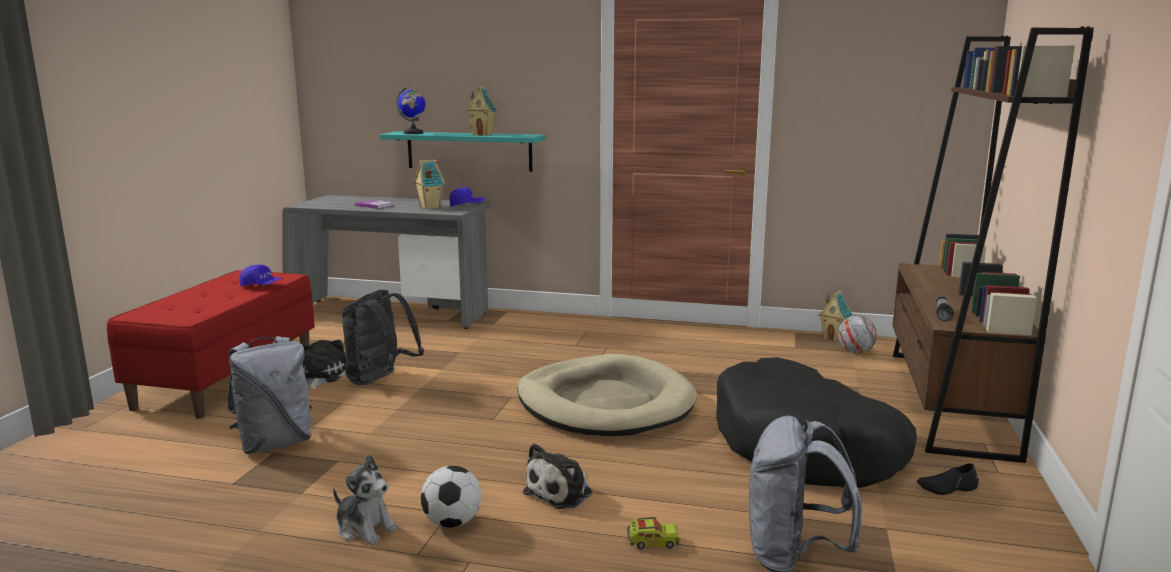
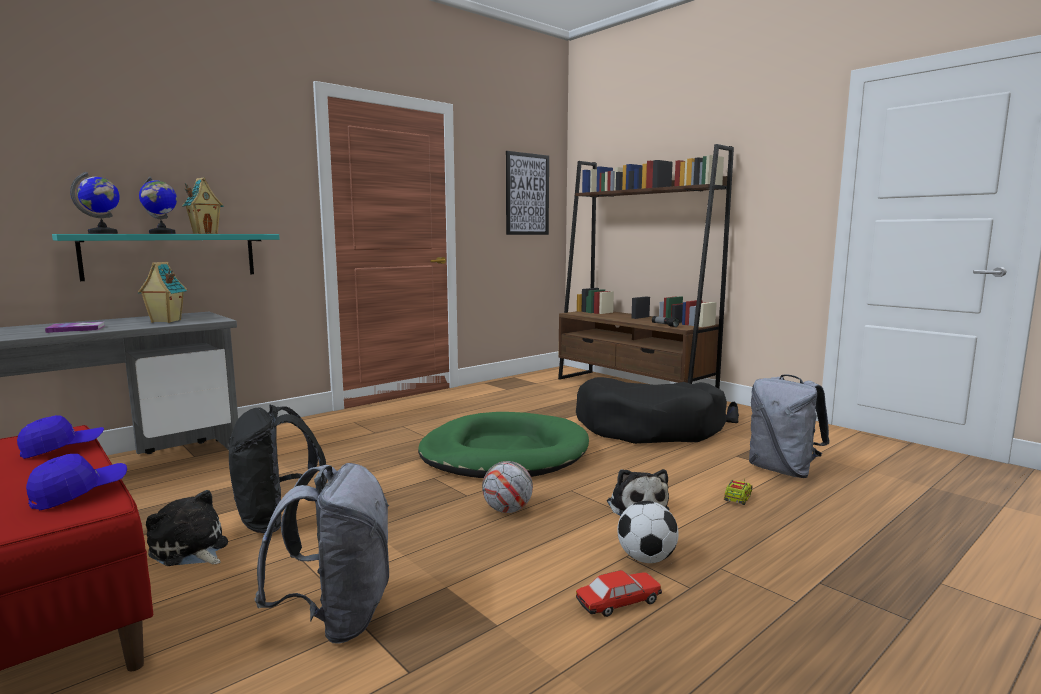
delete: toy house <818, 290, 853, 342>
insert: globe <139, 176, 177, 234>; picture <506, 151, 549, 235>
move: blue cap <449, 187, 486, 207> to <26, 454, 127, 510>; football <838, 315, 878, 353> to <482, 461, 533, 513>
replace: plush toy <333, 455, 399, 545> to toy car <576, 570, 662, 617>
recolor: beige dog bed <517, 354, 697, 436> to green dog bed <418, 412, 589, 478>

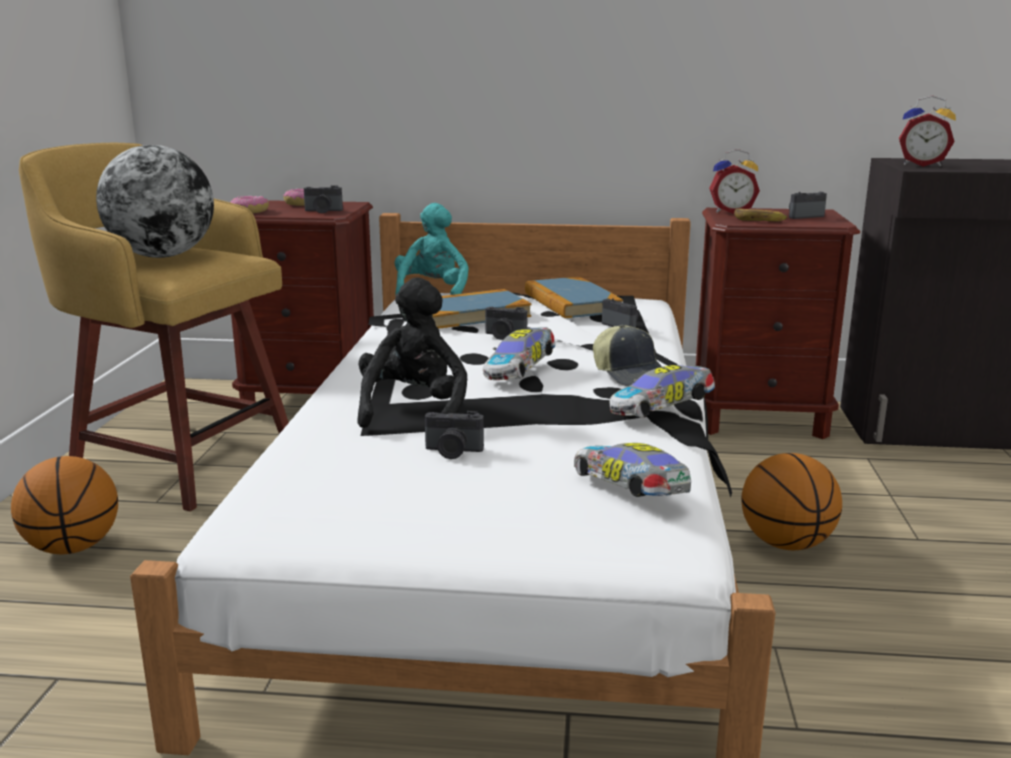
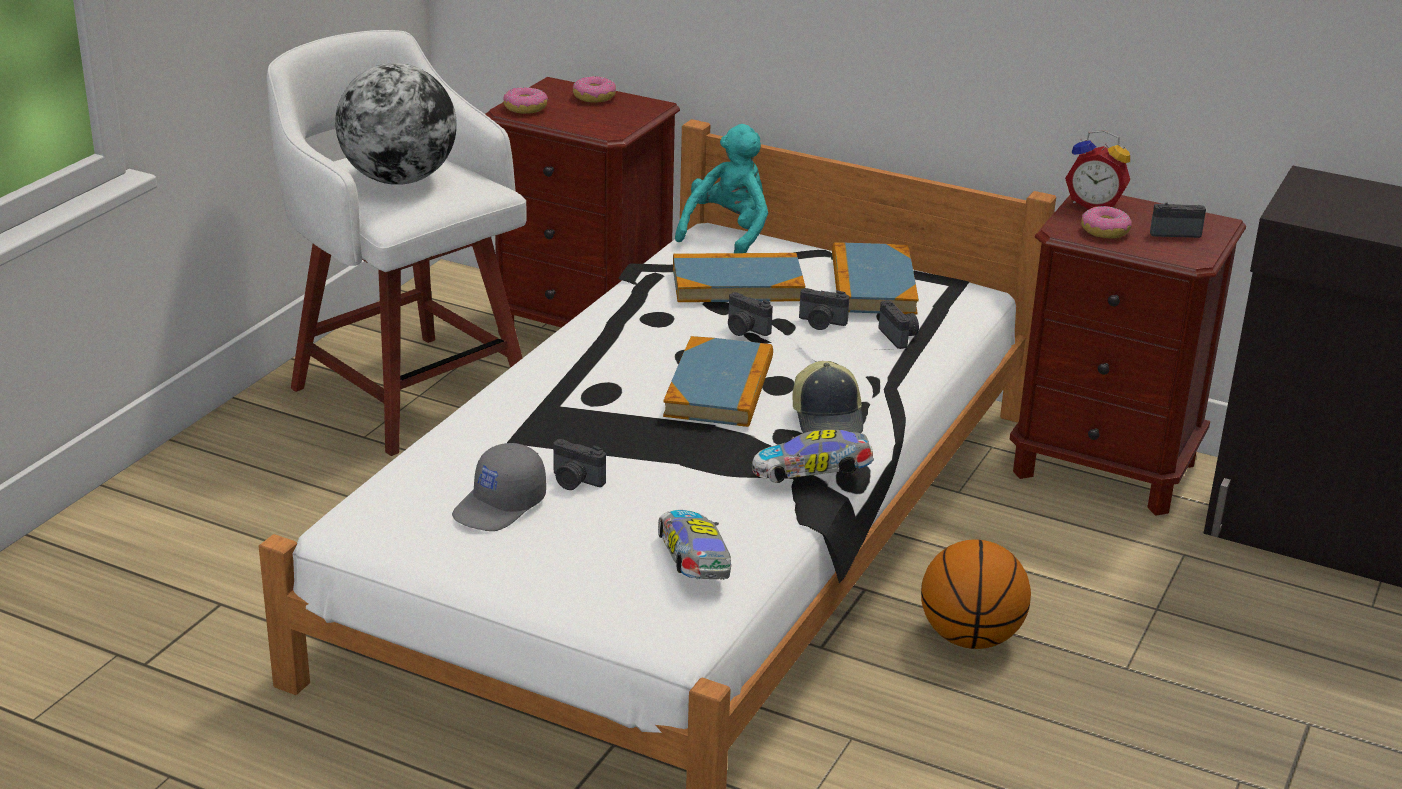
delete: basketball <11, 456, 118, 554>; black plush toy <358, 278, 467, 428>; alarm clock <899, 95, 956, 167>
insert: grey cap <452, 443, 546, 531>
move: photo camera <304, 185, 343, 213> to <799, 288, 850, 330>
replace: toy car <483, 328, 555, 380> to book <663, 336, 773, 427>; banana <734, 209, 787, 222> to donut <1081, 206, 1132, 238>
recolor: yellow stool <19, 143, 289, 511> to white stool <266, 30, 527, 456>

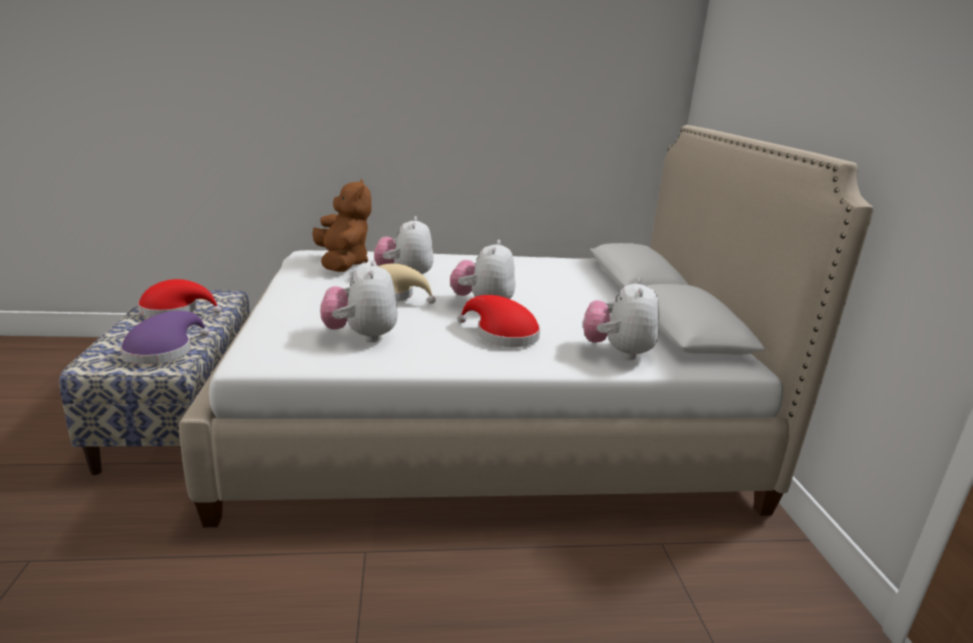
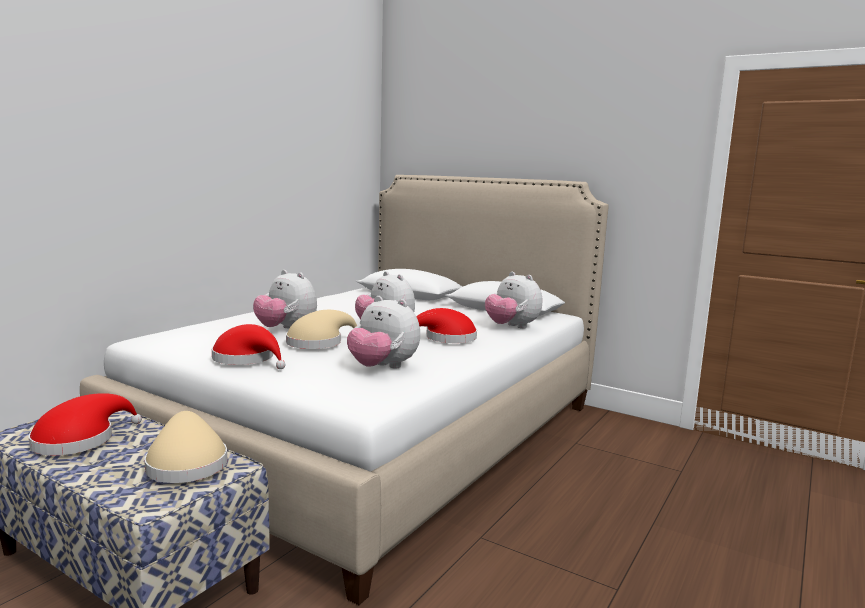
delete: brown plush toy <312, 179, 371, 272>
insert: red hat <212, 324, 286, 369>
recolor: purple hat <120, 311, 209, 365> to beige hat <144, 411, 227, 483>

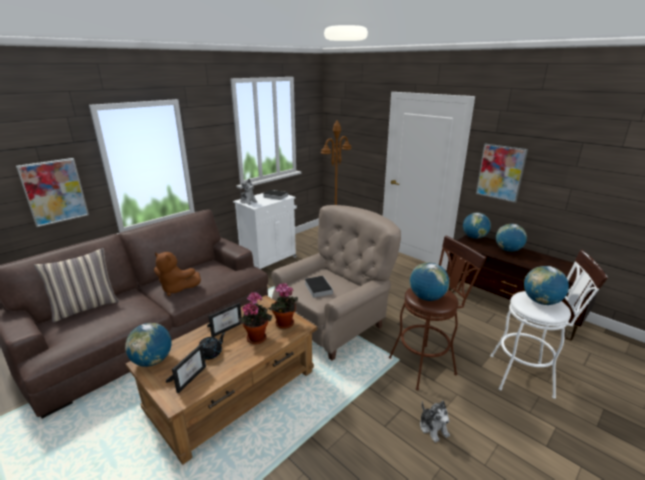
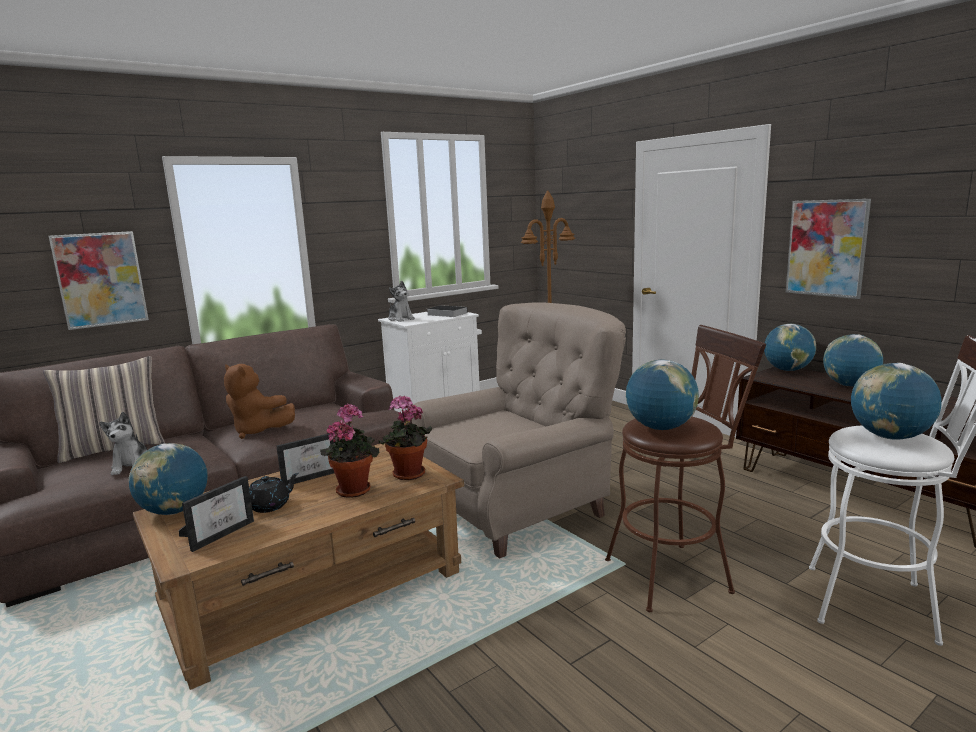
delete: book <305, 276, 333, 298>
move: plush toy <420, 401, 450, 443> to <99, 412, 147, 475>

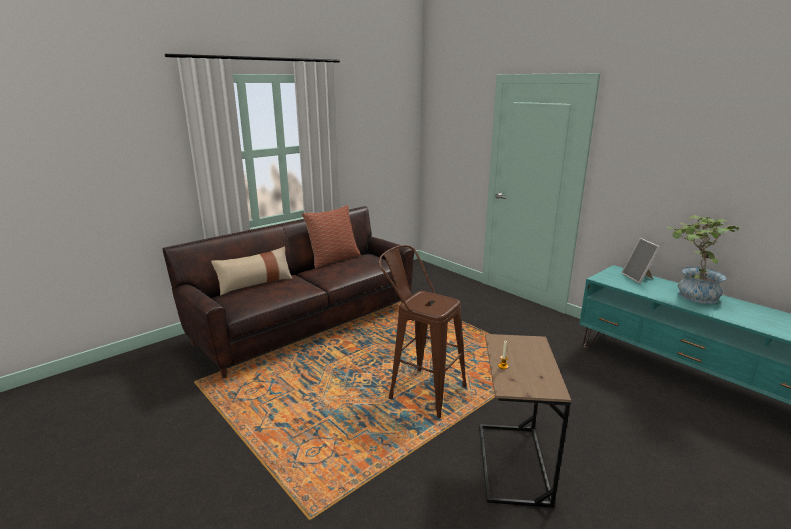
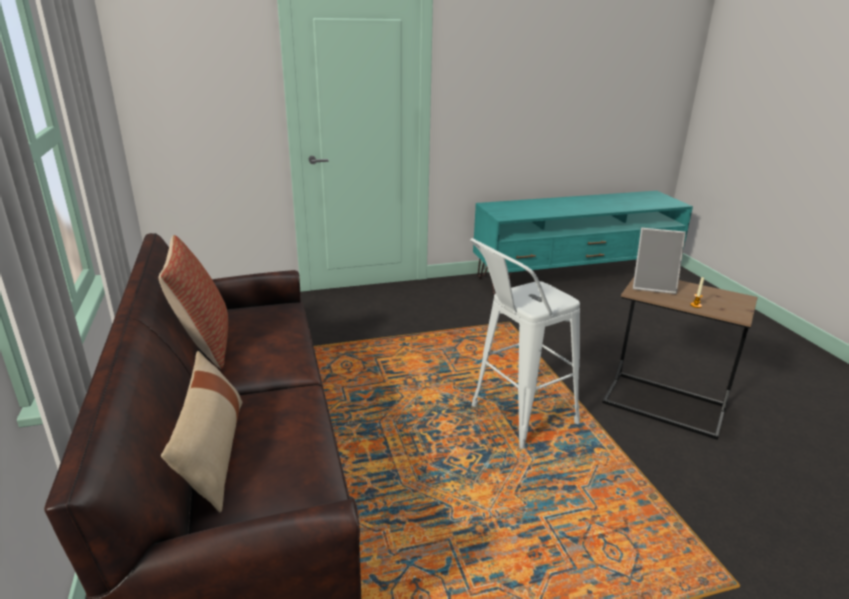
delete: potted plant <667, 215, 739, 304>
move: picture frame <621, 238, 660, 284> to <633, 228, 686, 294>
recolor: brown stool <378, 245, 467, 418> to white stool <470, 238, 580, 449>

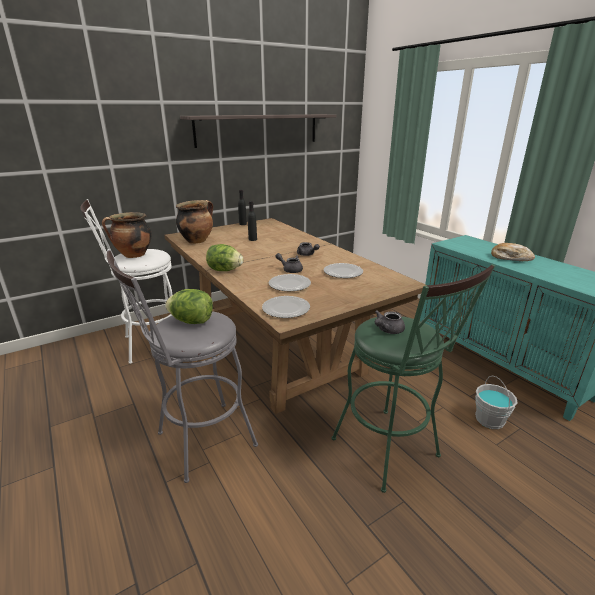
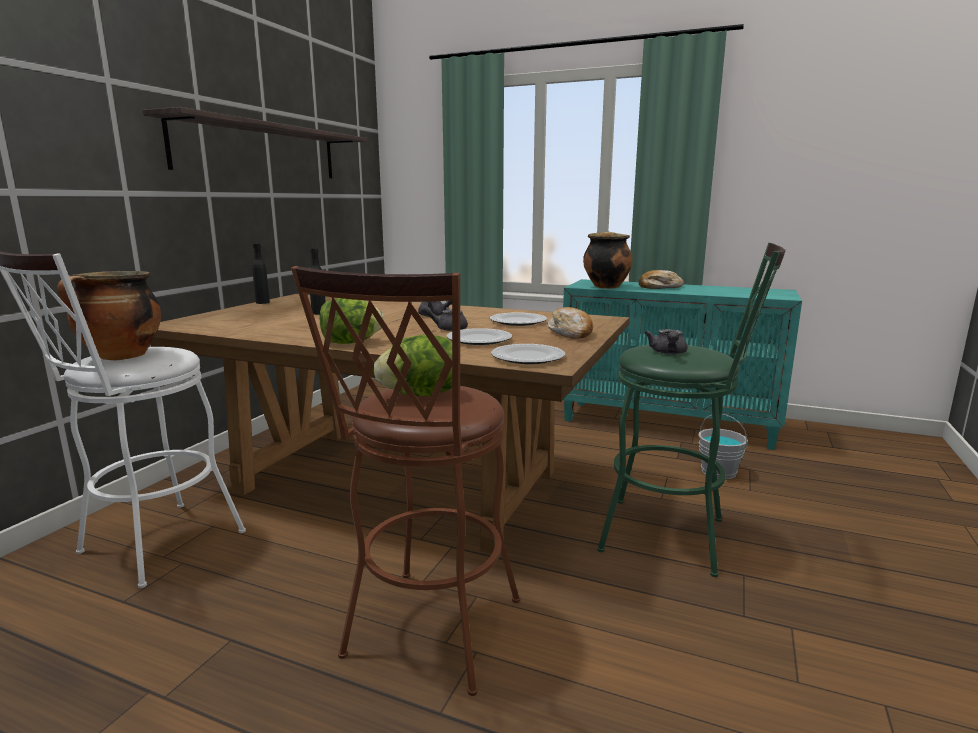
insert: bread <547, 307, 593, 339>
move: cooking pot <176, 200, 213, 244> to <583, 232, 632, 289>
recolor: grey stool <107, 250, 258, 483> to brown stool <291, 266, 520, 696>

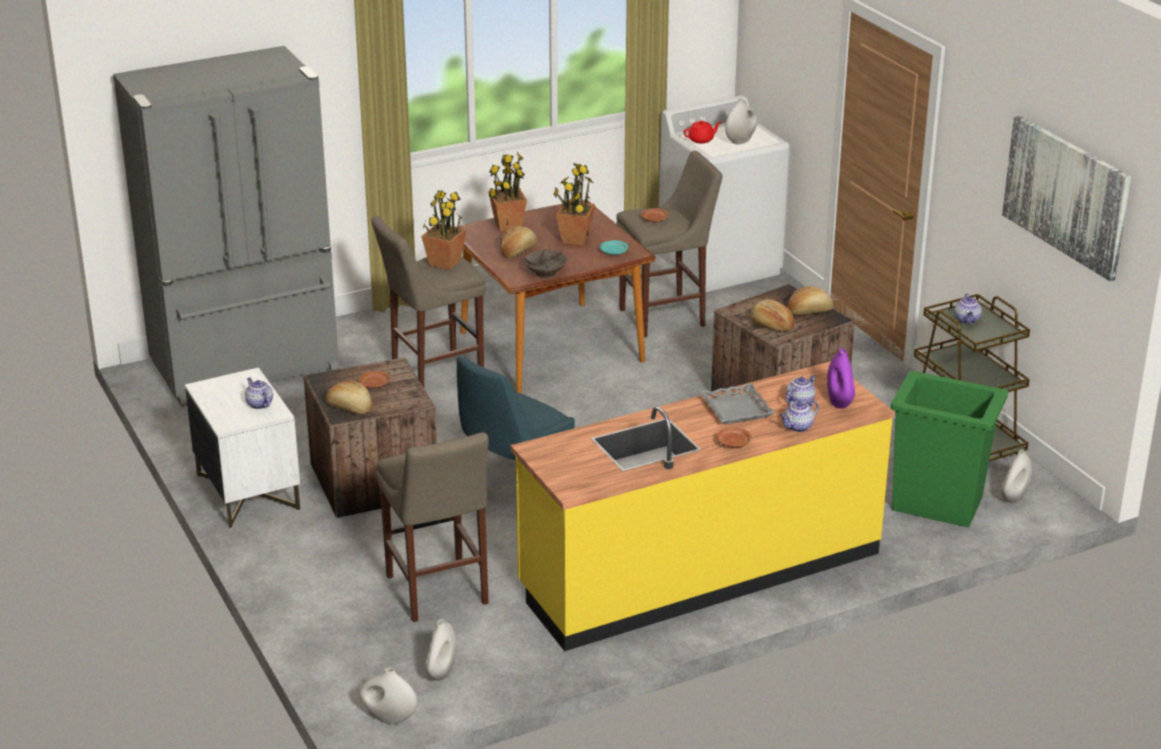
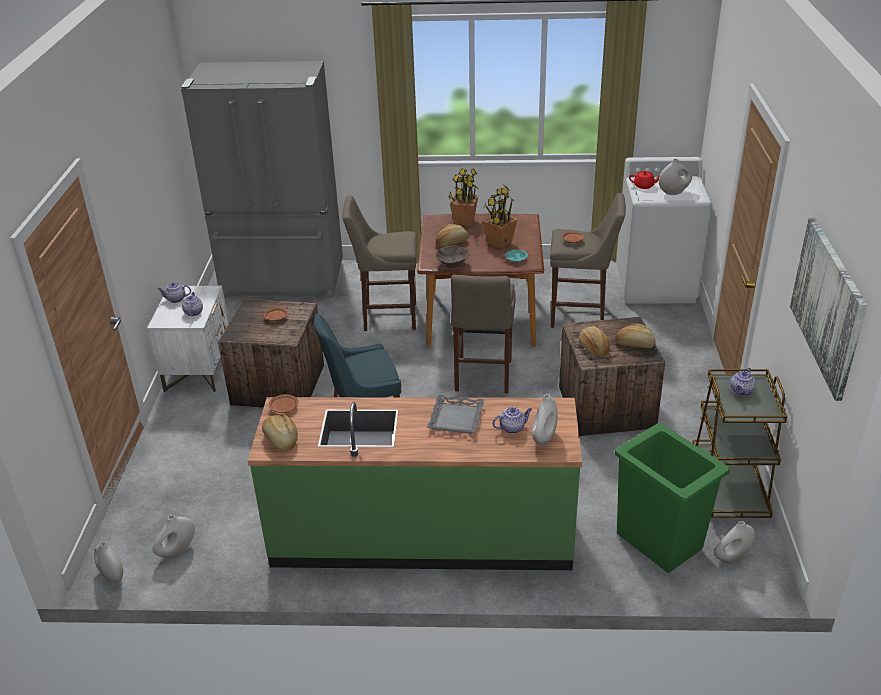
delete: potted plant <421, 190, 467, 270>
move: bread <325, 380, 372, 414> to <262, 414, 298, 451>; beige stool <376, 432, 489, 622> to <451, 274, 516, 394>; brown plate <716, 428, 751, 448> to <269, 394, 298, 413>; teapot <780, 401, 819, 432> to <158, 283, 191, 303>
recolor: yellow counter <511, 361, 895, 651> to green counter <248, 397, 582, 570>; purple vase <827, 348, 855, 409> to white vase <532, 394, 558, 445>

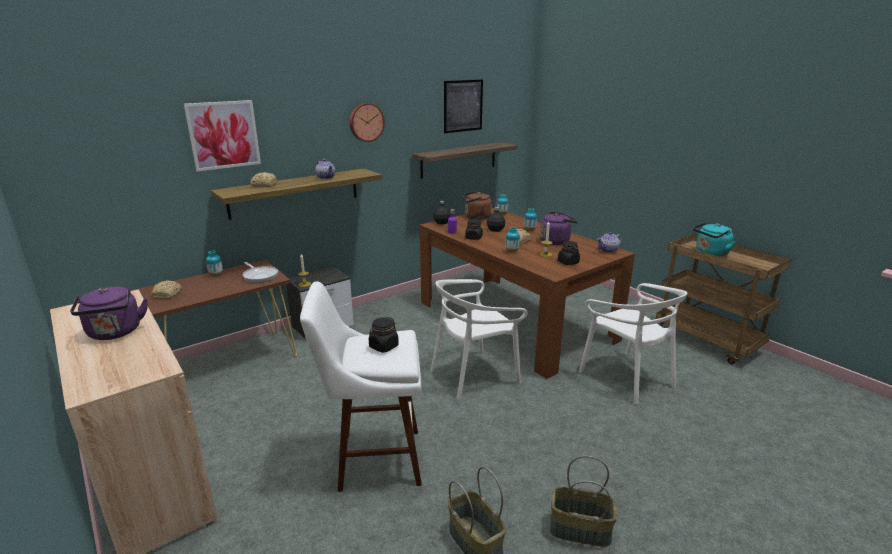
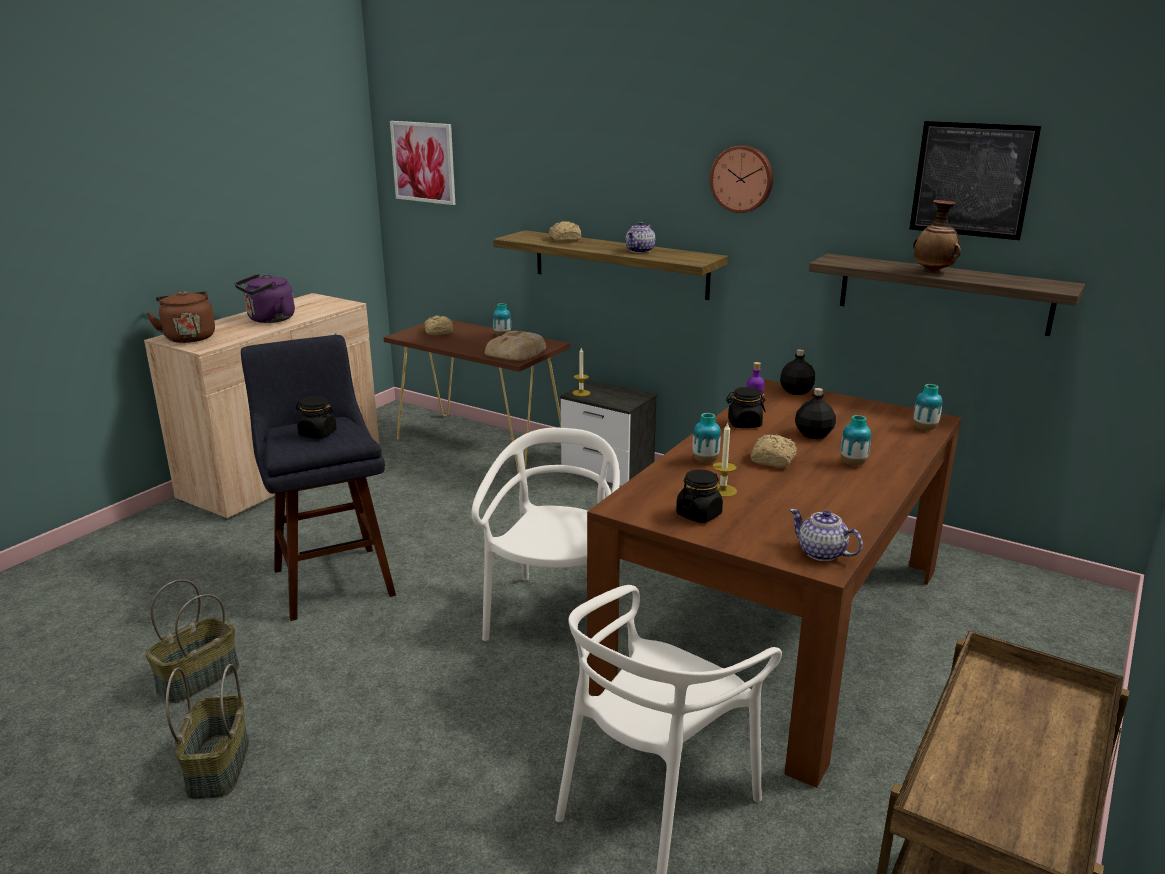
delete: purple kettle <540, 211, 578, 245>; turquoise kettle <693, 222, 736, 257>
insert: vase <913, 200, 961, 272>
move: picture <183, 100, 261, 171> to <390, 121, 455, 205>; brown kettle <462, 191, 492, 220> to <147, 291, 215, 343>
replace: frying pan <243, 262, 278, 283> to bread <485, 331, 546, 361>
recolor: white stool <300, 281, 422, 492> to blue stool <241, 335, 396, 621>
rotate: white chair <430, 279, 528, 400> = <472, 428, 620, 641> 60 degrees clockwise

